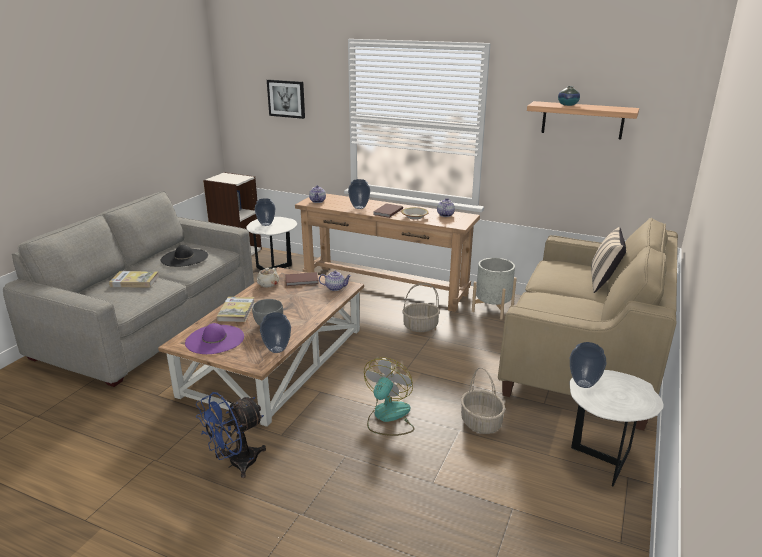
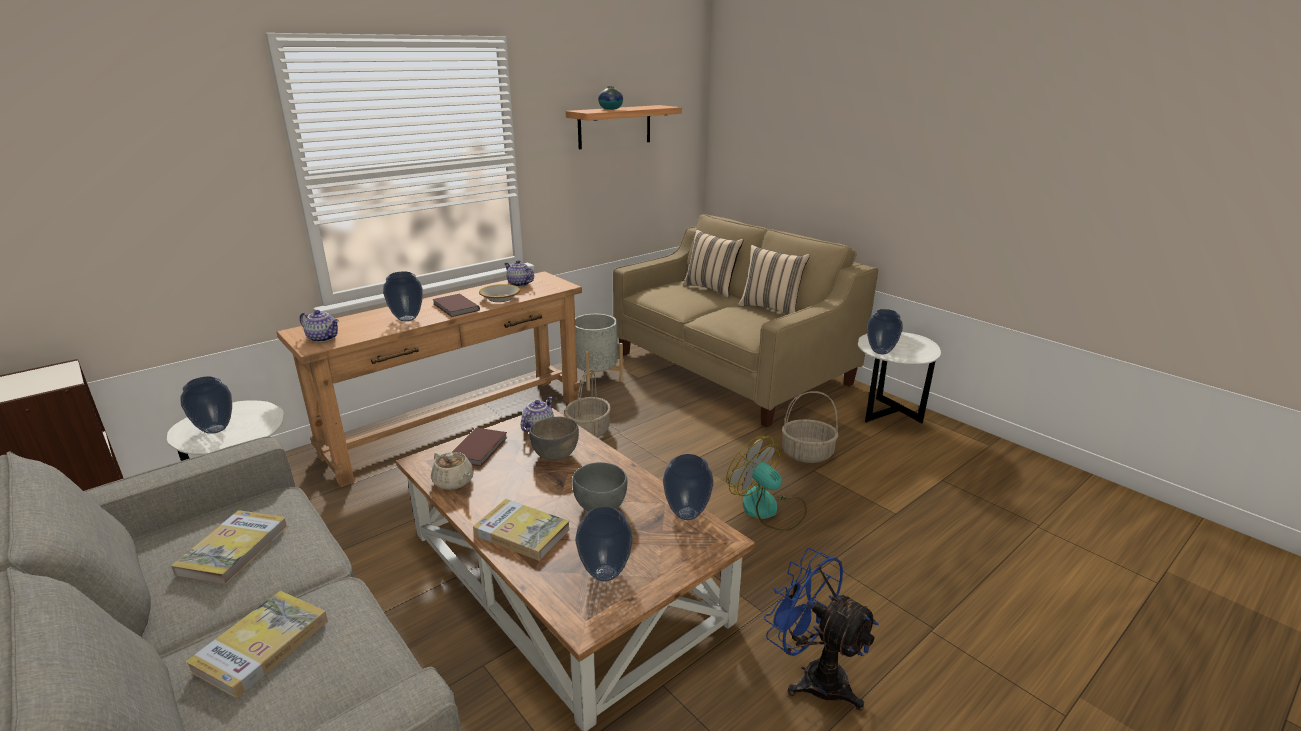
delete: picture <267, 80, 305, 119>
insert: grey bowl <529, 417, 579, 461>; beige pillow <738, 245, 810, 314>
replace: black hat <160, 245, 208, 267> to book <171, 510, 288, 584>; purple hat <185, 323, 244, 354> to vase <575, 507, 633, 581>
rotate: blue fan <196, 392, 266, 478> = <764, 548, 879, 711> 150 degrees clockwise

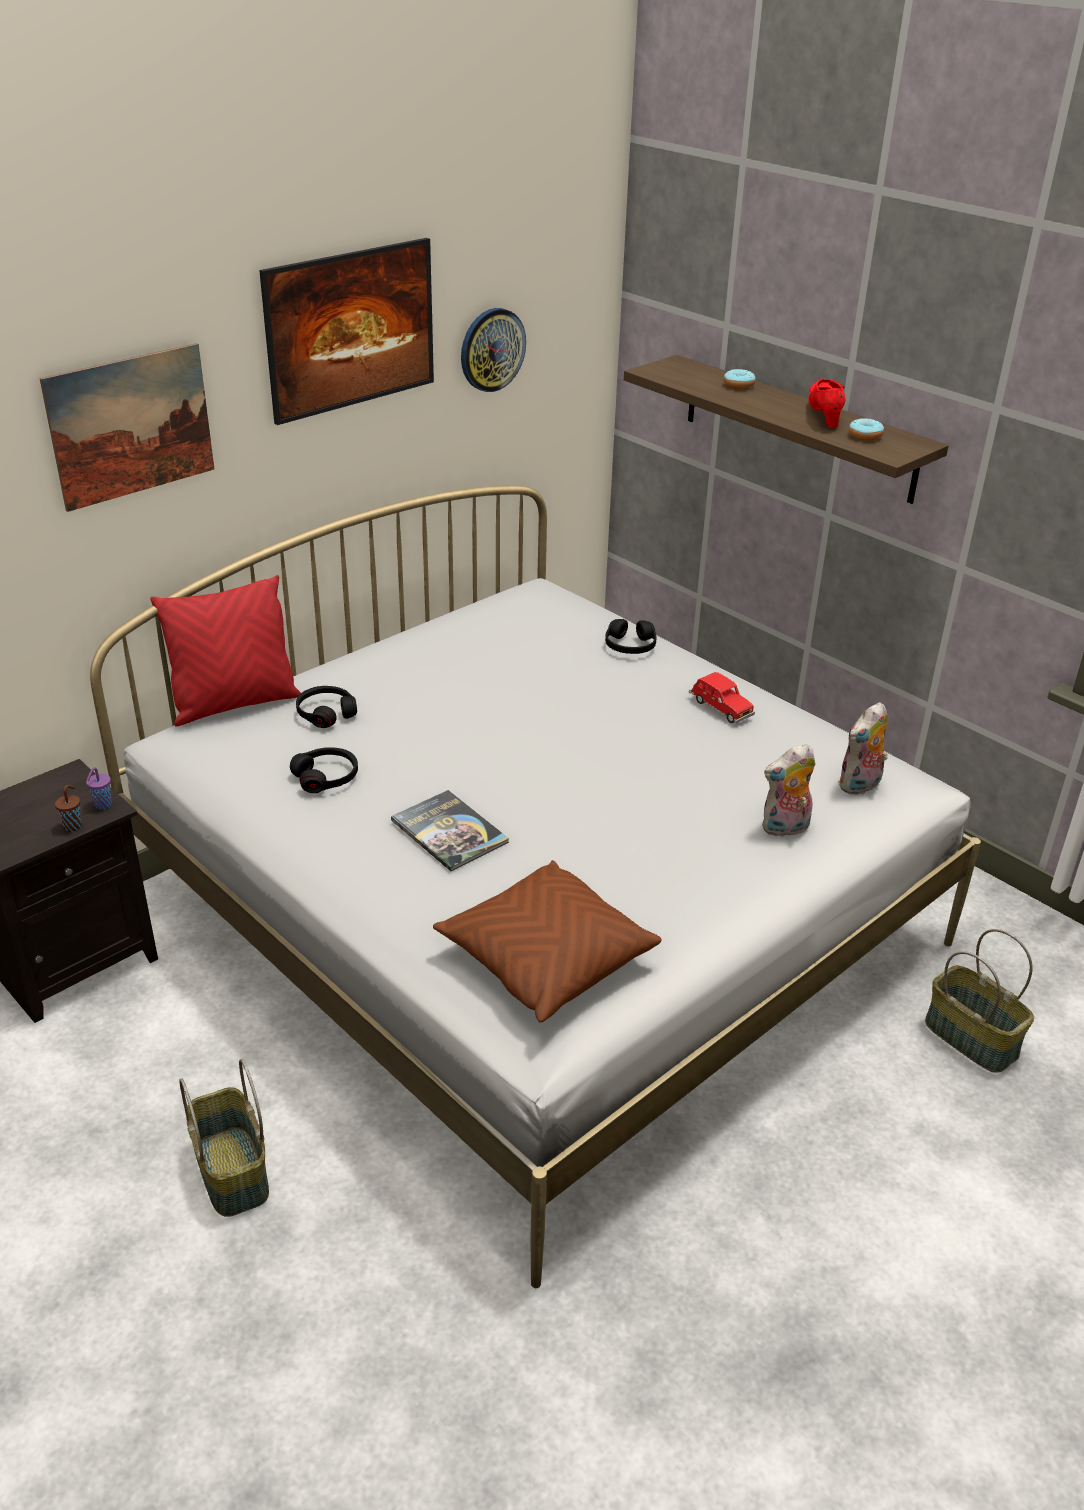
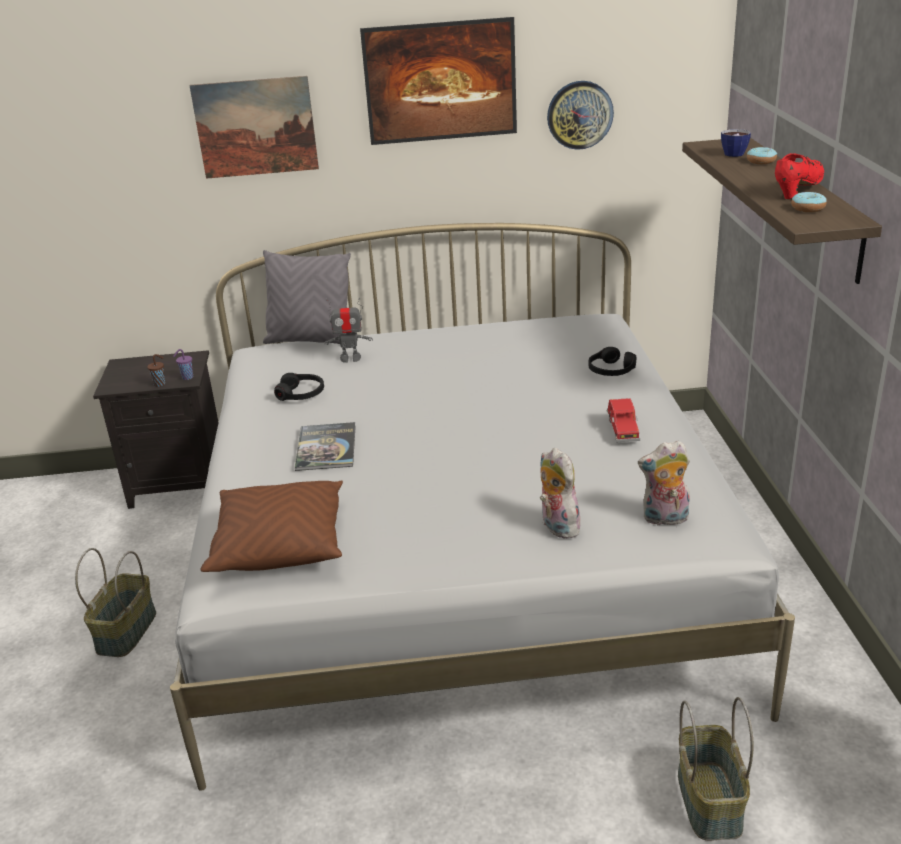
insert: cup <721, 129, 751, 157>
replace: black headphones <296, 686, 357, 728> to toy robot <324, 298, 373, 363>
recolor: red pillow <150, 575, 301, 727> to grey pillow <263, 250, 351, 344>
rotate: plush toy <762, 744, 815, 837> = <540, 448, 582, 538> 45 degrees clockwise

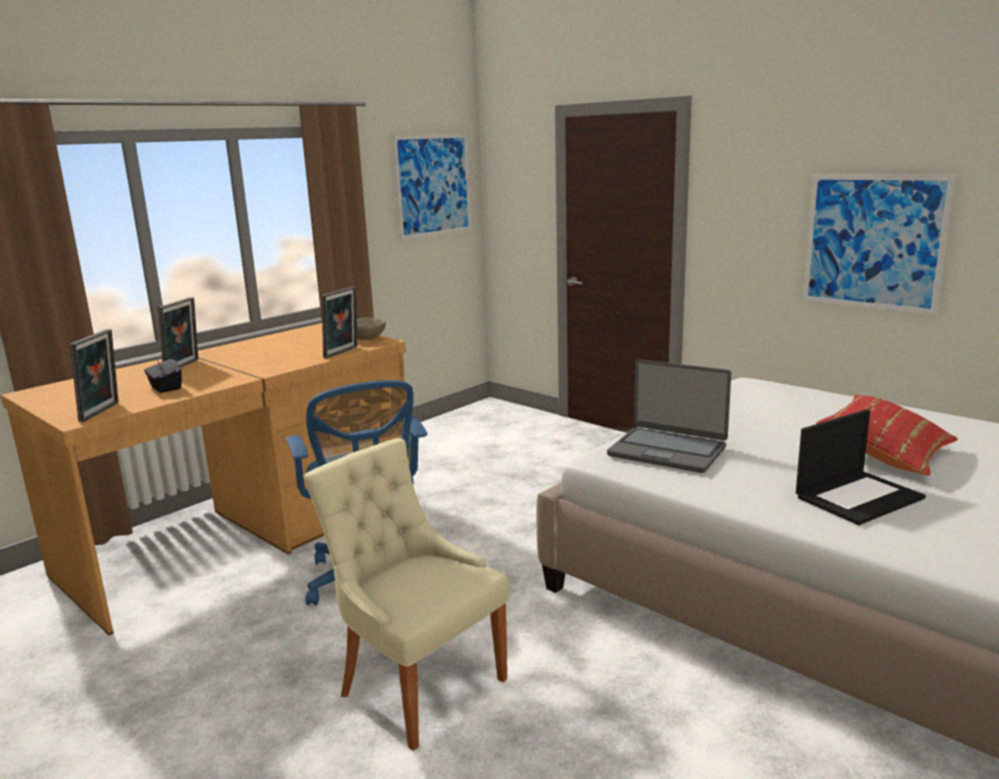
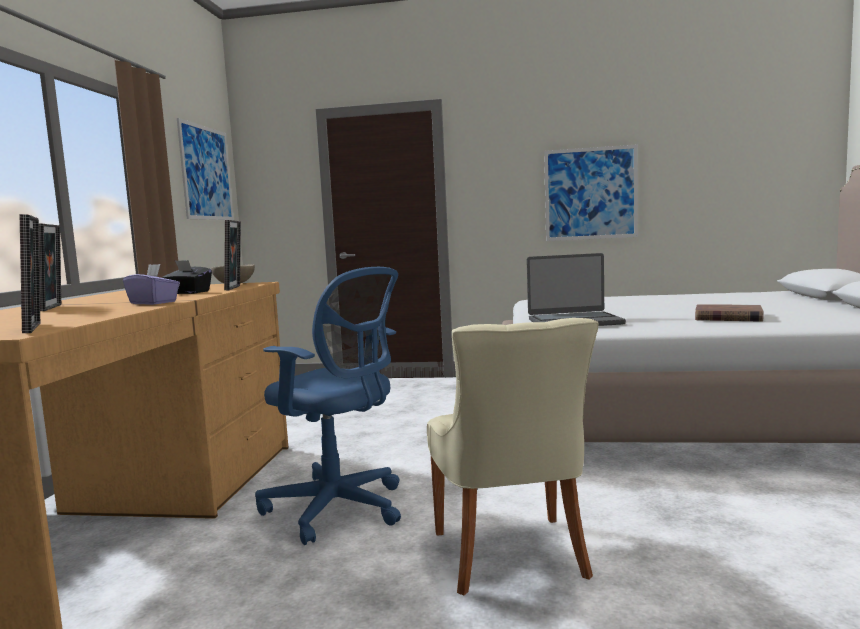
delete: red pillow <816, 395, 958, 476>
insert: purple tissue box <123, 264, 180, 305>
move: black tissue box <144, 354, 182, 393> to <162, 260, 212, 294>
replace: laptop <796, 409, 926, 525> to brown book <695, 304, 763, 322>
rotate: beige chair <303, 438, 509, 751> = <427, 318, 598, 595> 105 degrees counterclockwise

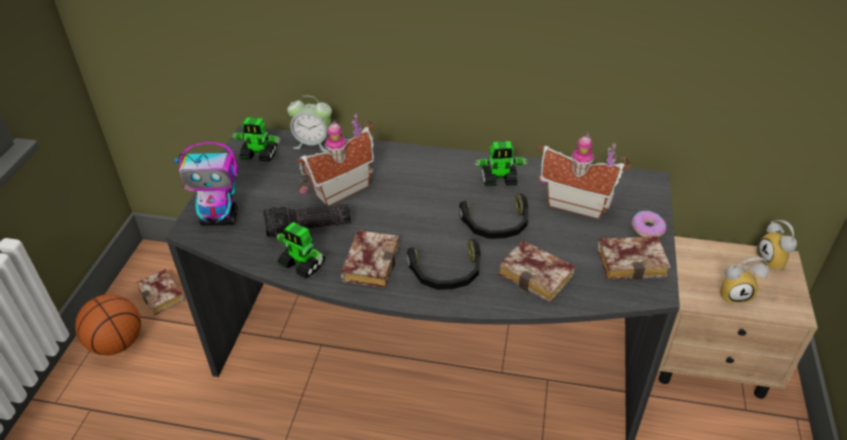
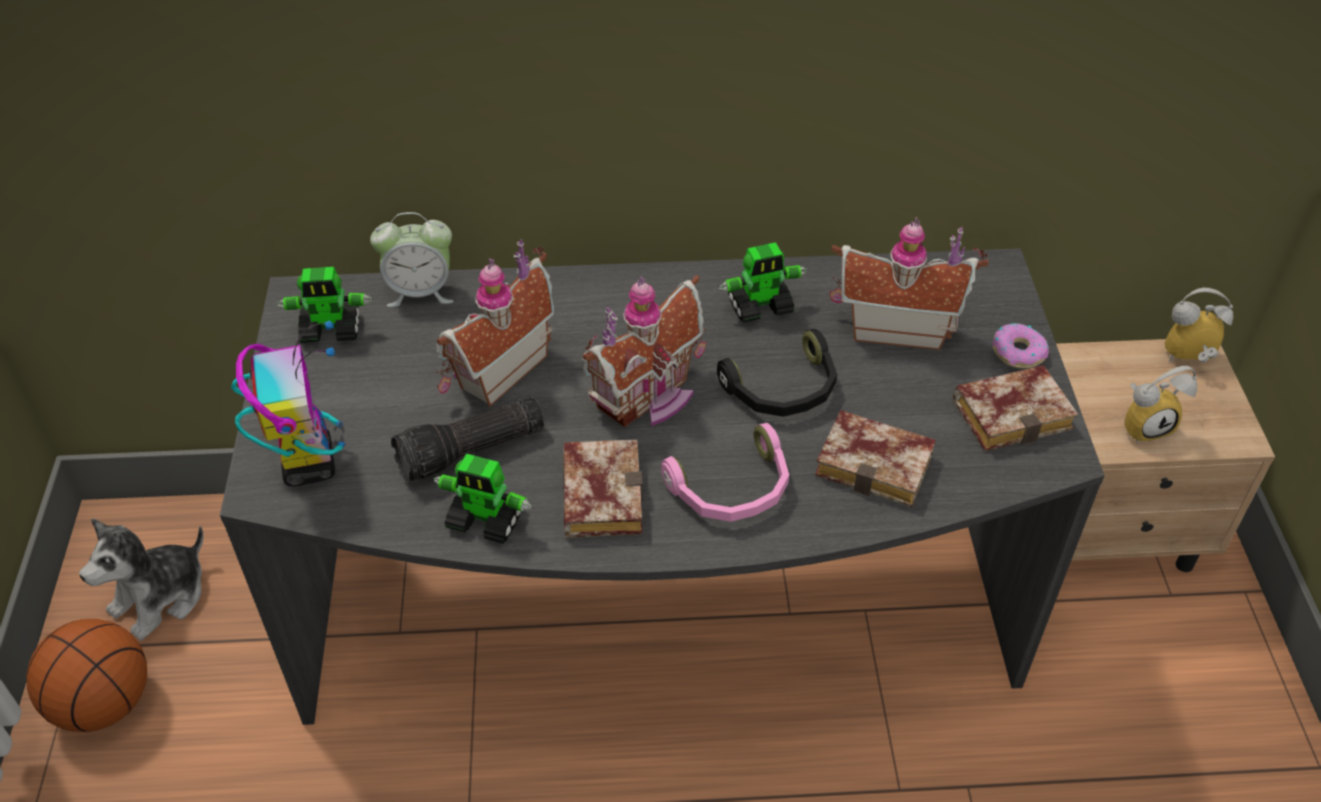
insert: toy house <582, 275, 707, 427>
replace: book <136, 269, 184, 315> to plush toy <79, 518, 204, 641>
recolor: black headphones <407, 239, 480, 290> to pink headphones <661, 423, 789, 522>
rotate: toy robot <174, 142, 239, 226> = <231, 320, 346, 486> 90 degrees counterclockwise; alarm clock <756, 220, 797, 270> = <1164, 288, 1234, 363> 120 degrees clockwise

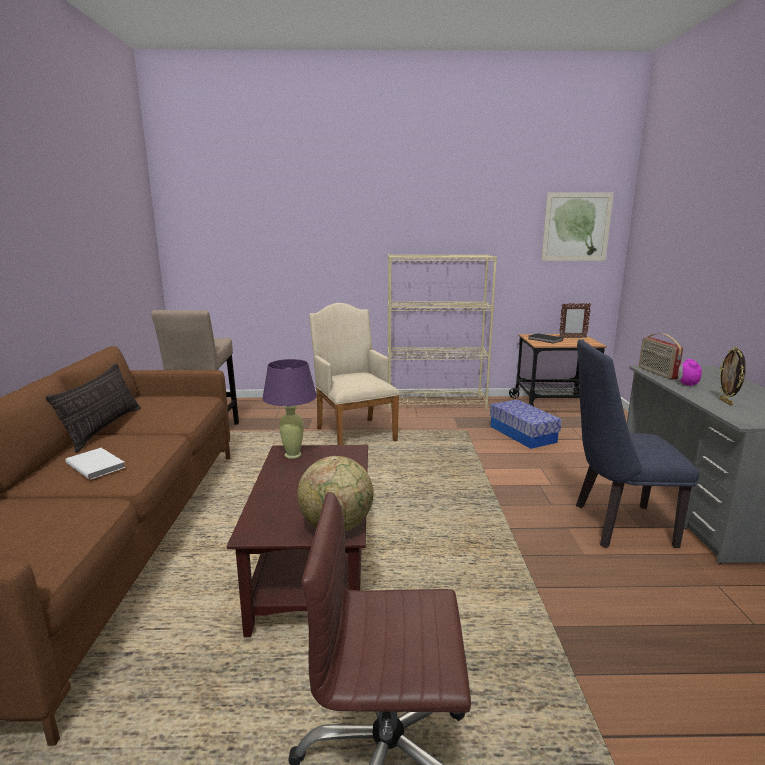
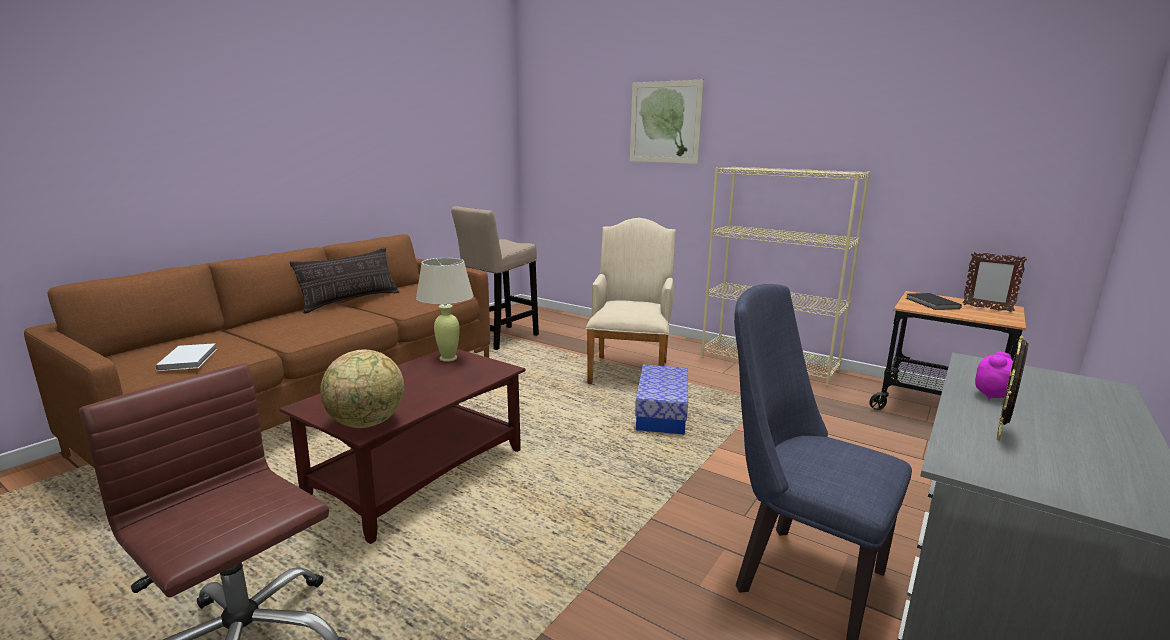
delete: radio <639, 333, 683, 379>
move: white book <65, 448, 126, 480> to <155, 343, 217, 371>; storage box <490, 399, 562, 449> to <635, 364, 688, 435>; picture <541, 193, 614, 261> to <630, 80, 704, 164>
recolor: purple table lamp <262, 359, 317, 459> to beige table lamp <416, 258, 473, 362>

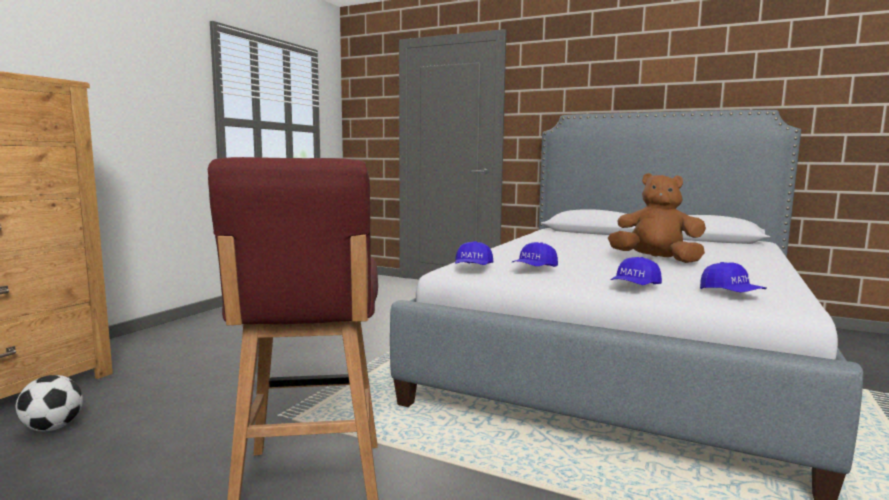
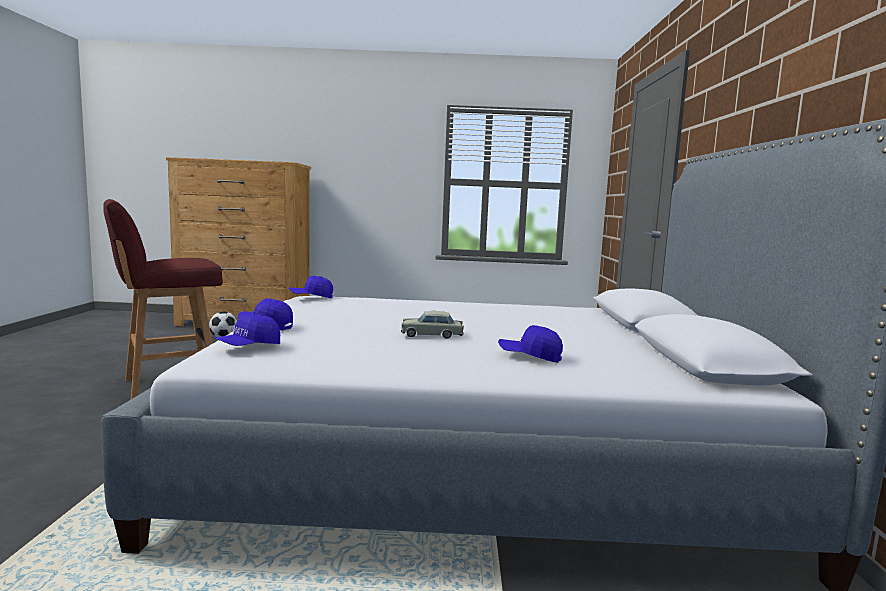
move: blue cap <512, 242, 558, 267> to <498, 325, 563, 363>
replace: brown plush toy <608, 173, 706, 263> to beige toy car <401, 311, 464, 339>

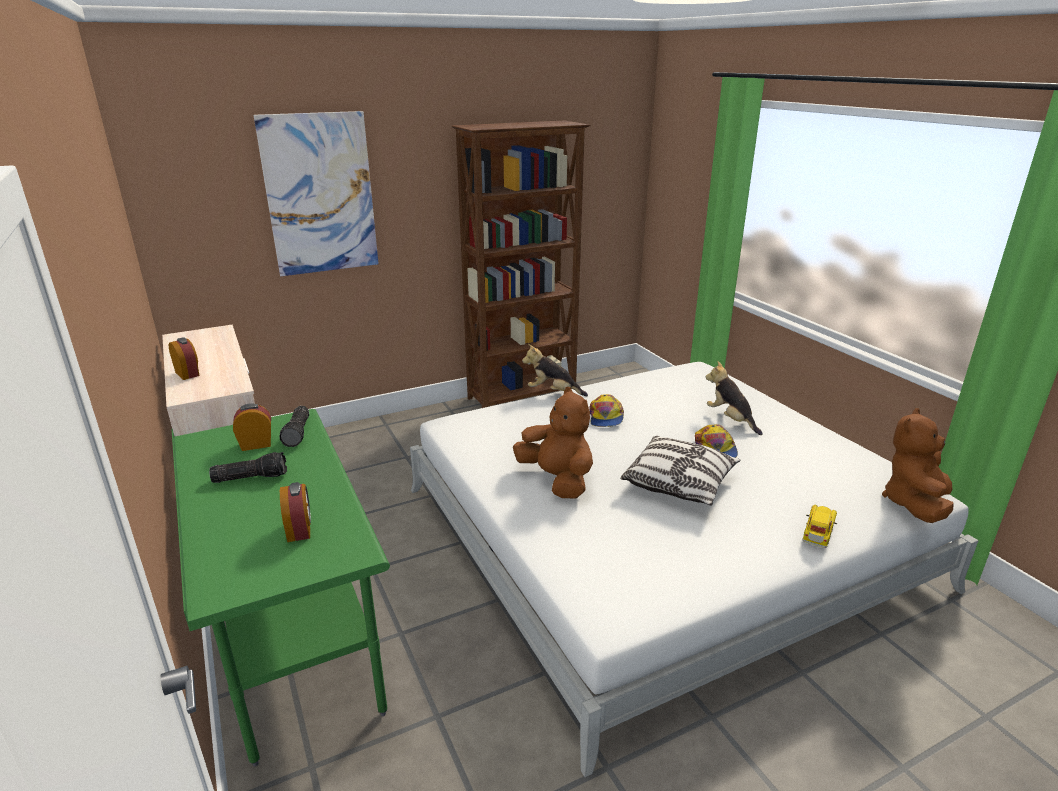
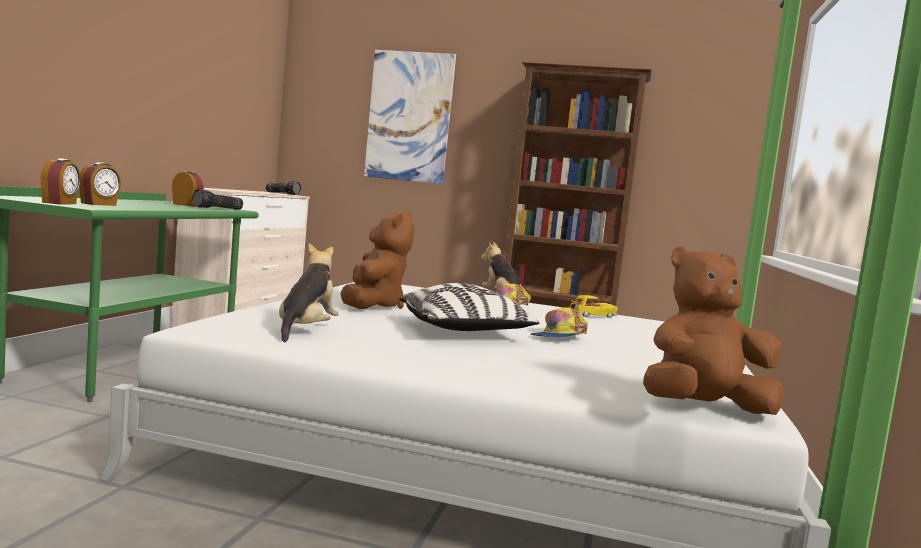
move: alarm clock <169, 337, 200, 380> to <40, 158, 80, 205>; flashlight <209, 452, 287, 483> to <266, 181, 301, 195>; plush toy <706, 361, 762, 435> to <279, 243, 339, 342>; toy car <802, 505, 837, 548> to <569, 295, 618, 318>

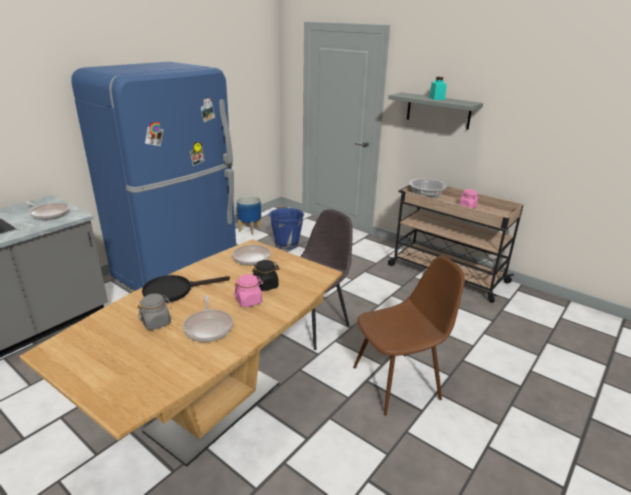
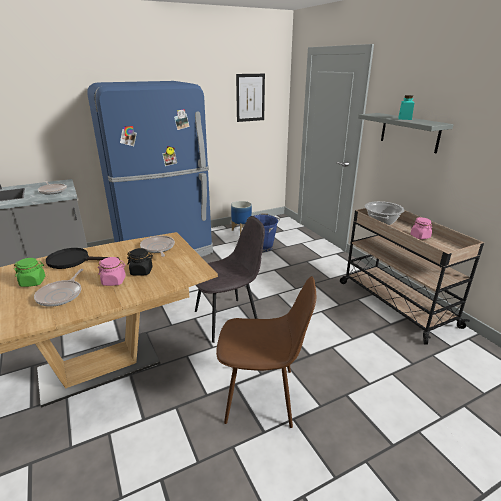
insert: picture <236, 74, 265, 122>
recolor: grey jar <137, 294, 171, 330> to green jar <14, 258, 45, 287>

